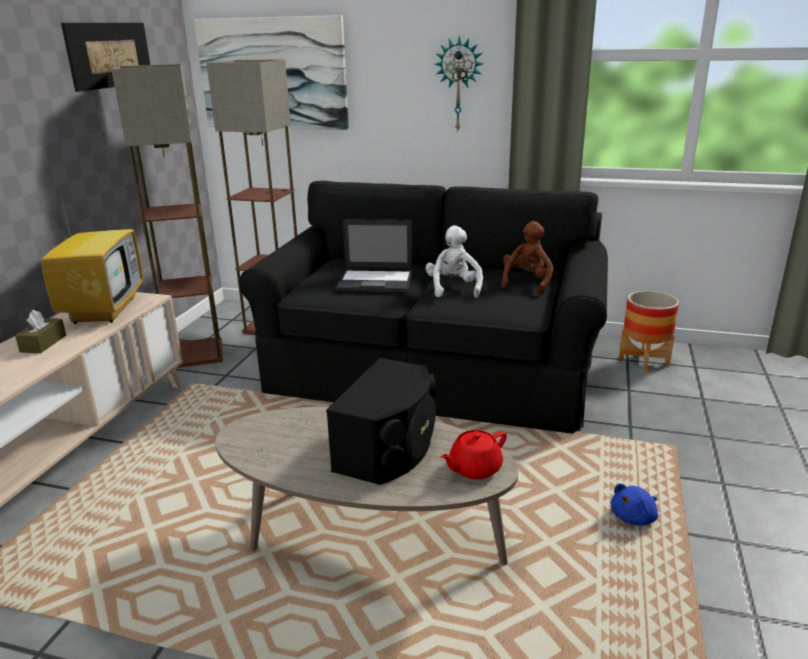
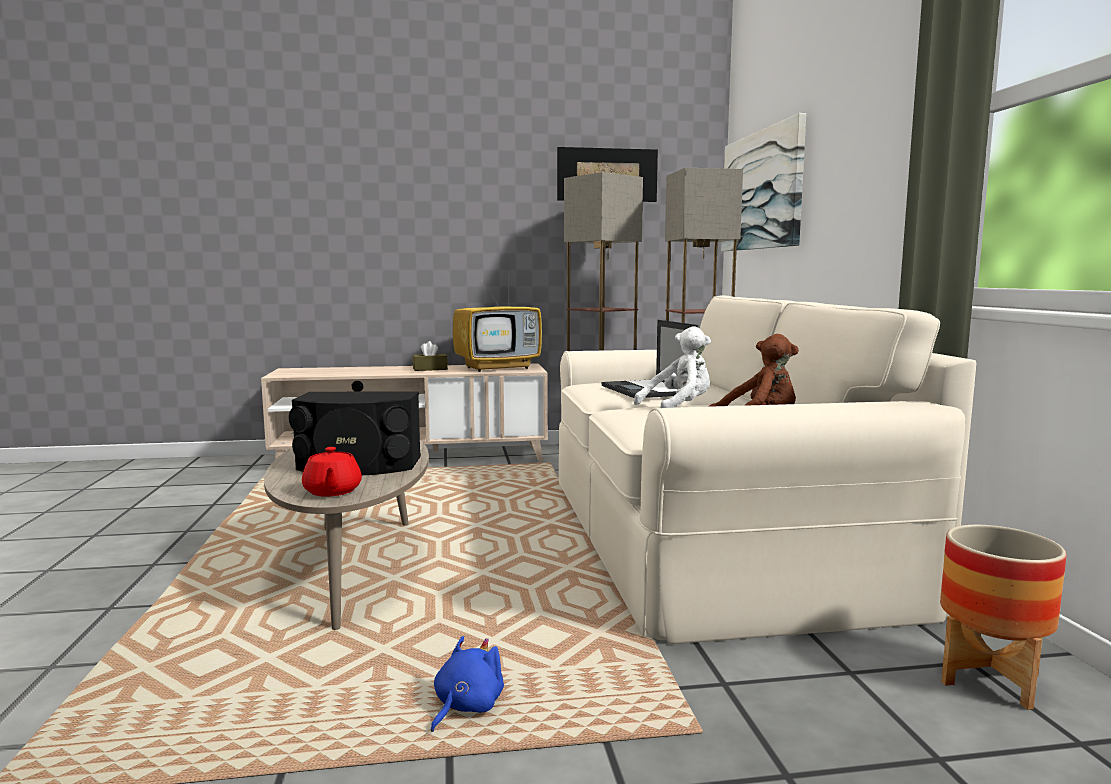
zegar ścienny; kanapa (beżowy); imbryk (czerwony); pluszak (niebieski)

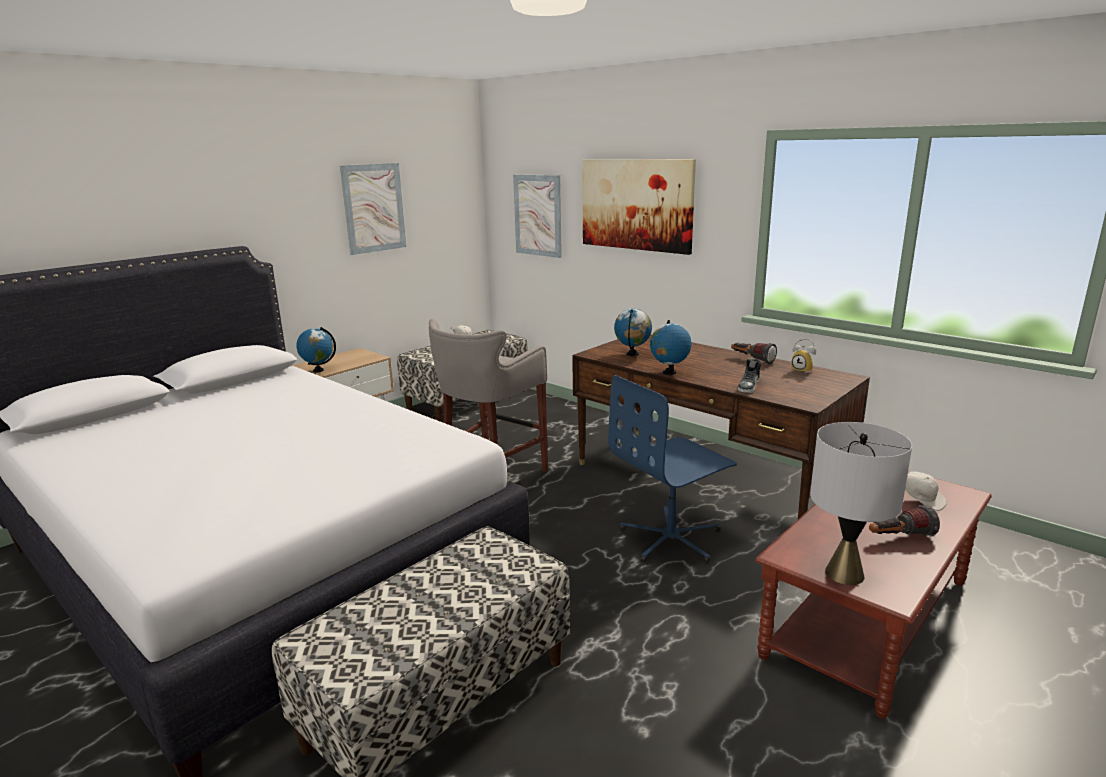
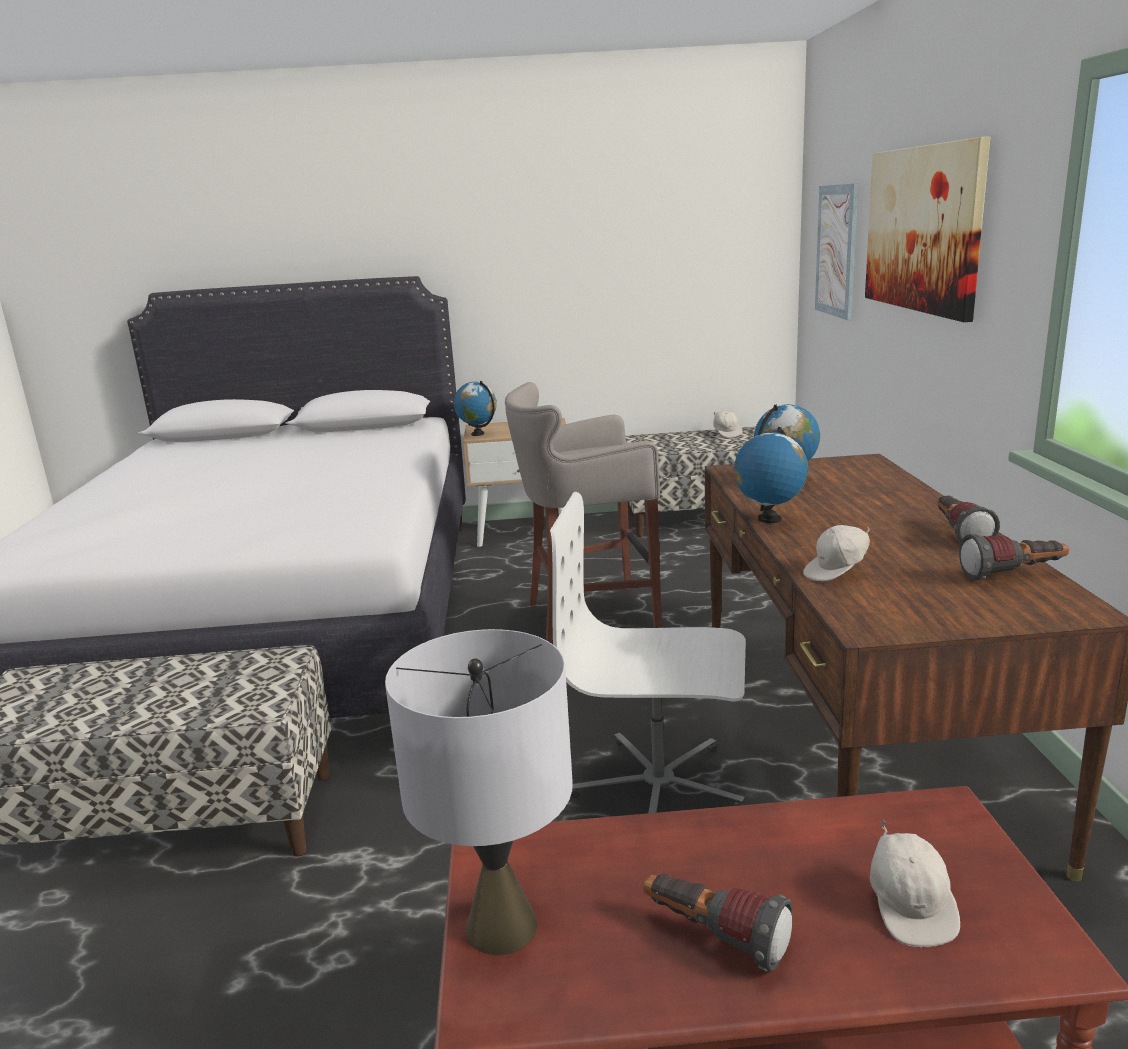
obraz (1st from left in the first image); latarka (3rd from left); czapka z daszkiem (biały) (2nd from left); krzesło biurowe (biały)

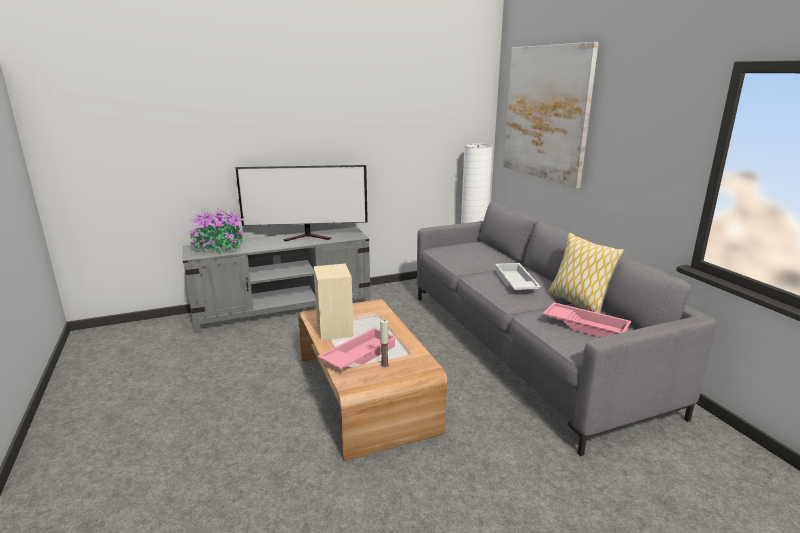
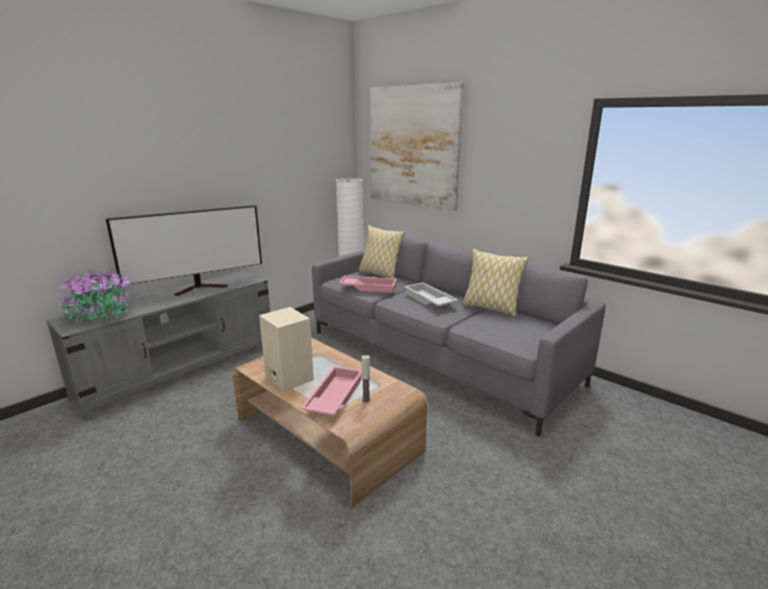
taca (różowy) (2nd from left); poduszka (1st from left)

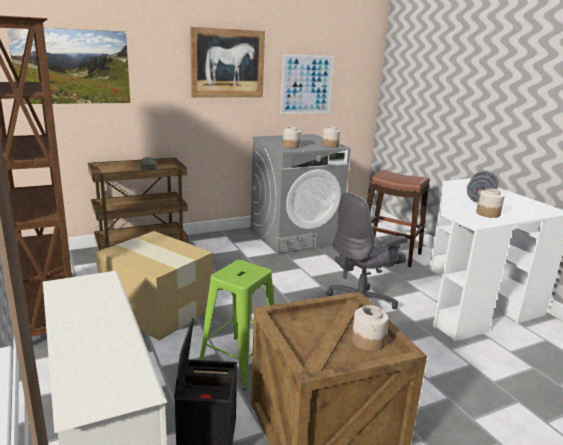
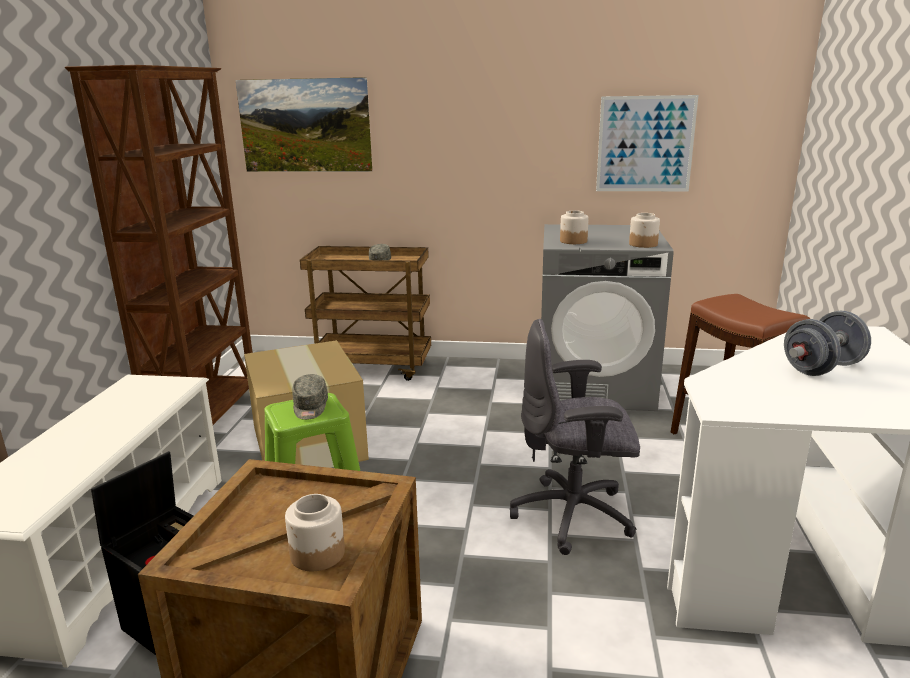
obraz (2nd from left in the first image); słoik (4th from left in the first image); czapka z daszkiem (szary) (1st from left)

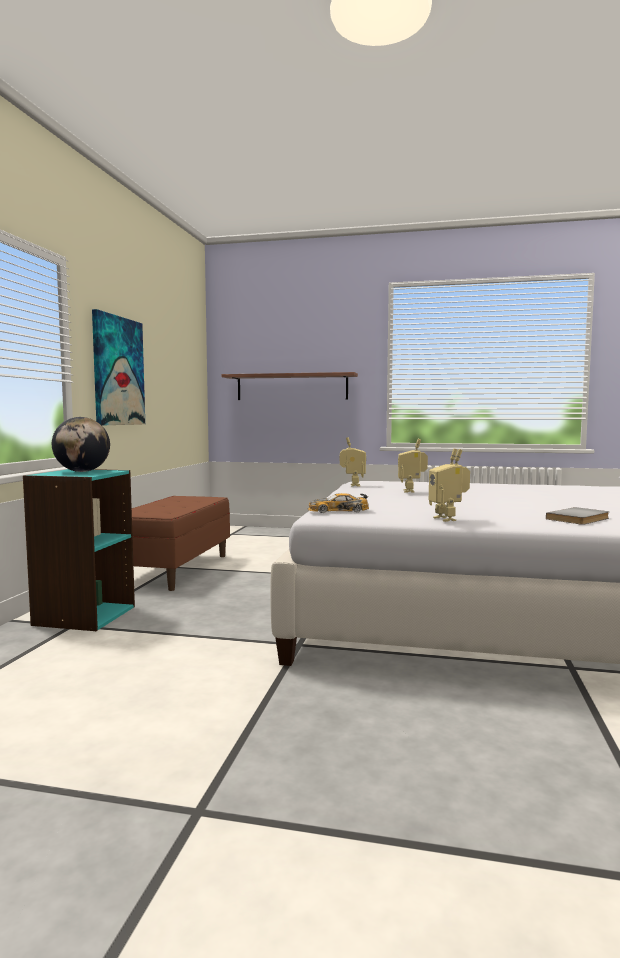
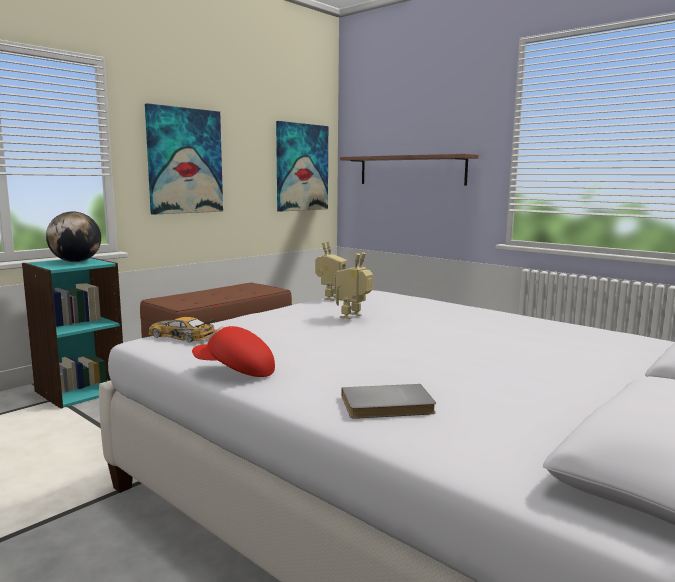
czapka z daszkiem (czerwony); obraz (2nd from left)

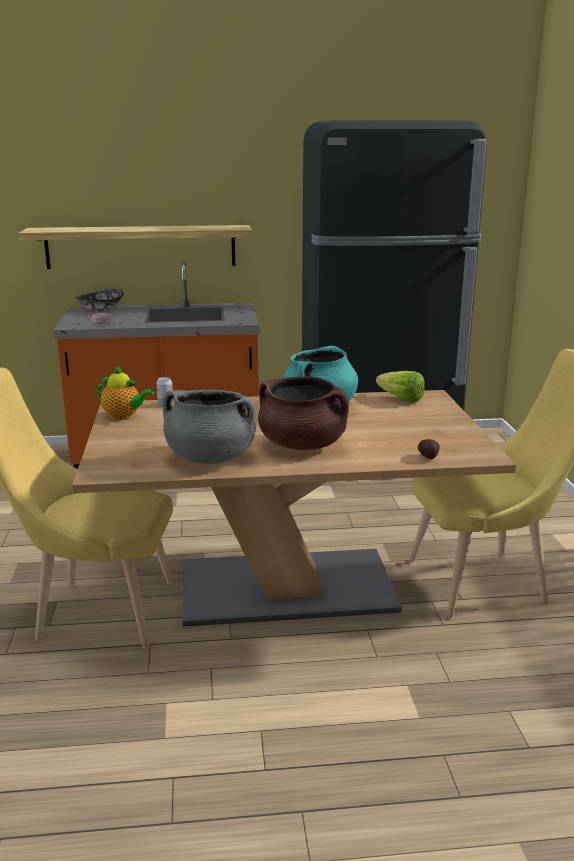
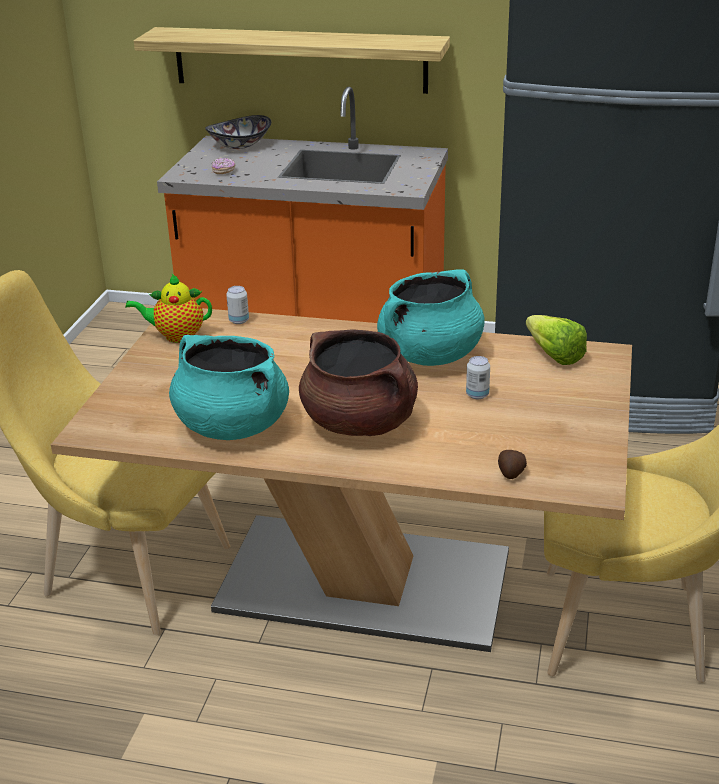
imbryk; garnek (turkusowy) (1st from left); puszka (2nd from left)

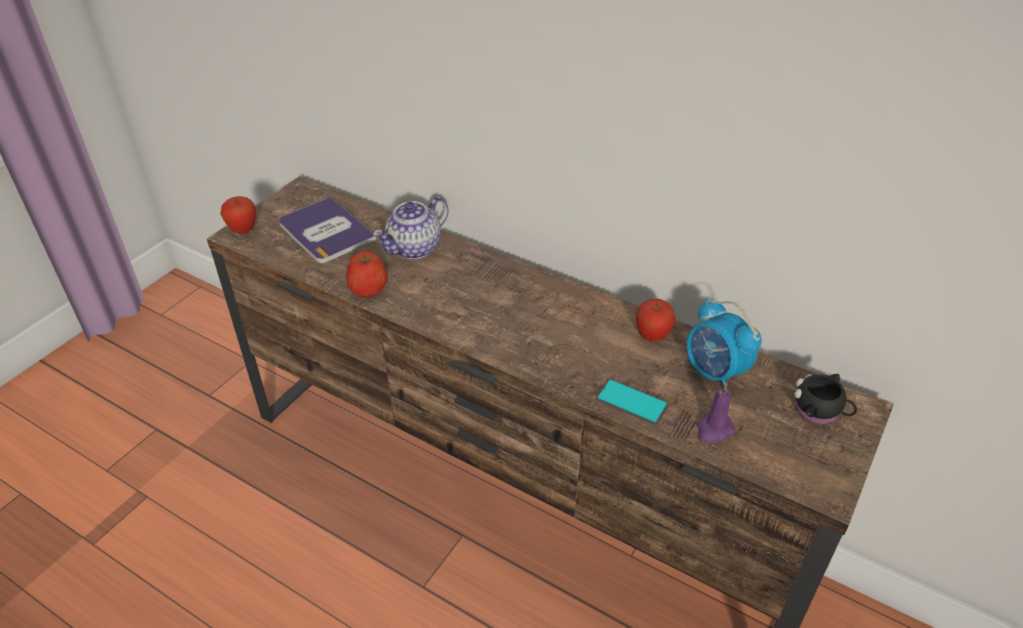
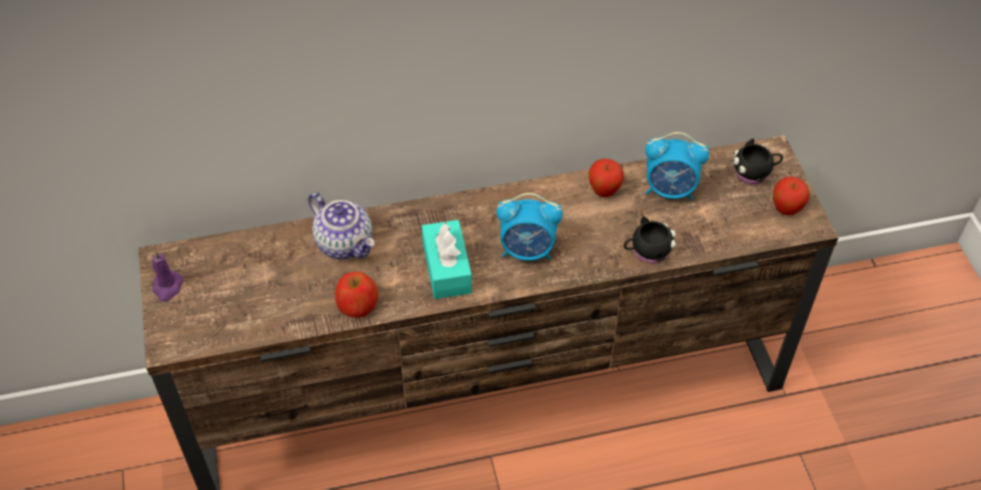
jabłko (3rd from left); książka; imbryk; kubek (czarny) (1st from left); świeca (fioletowy); budzik (1st from left); pudełko chusteczek (turkusowy)

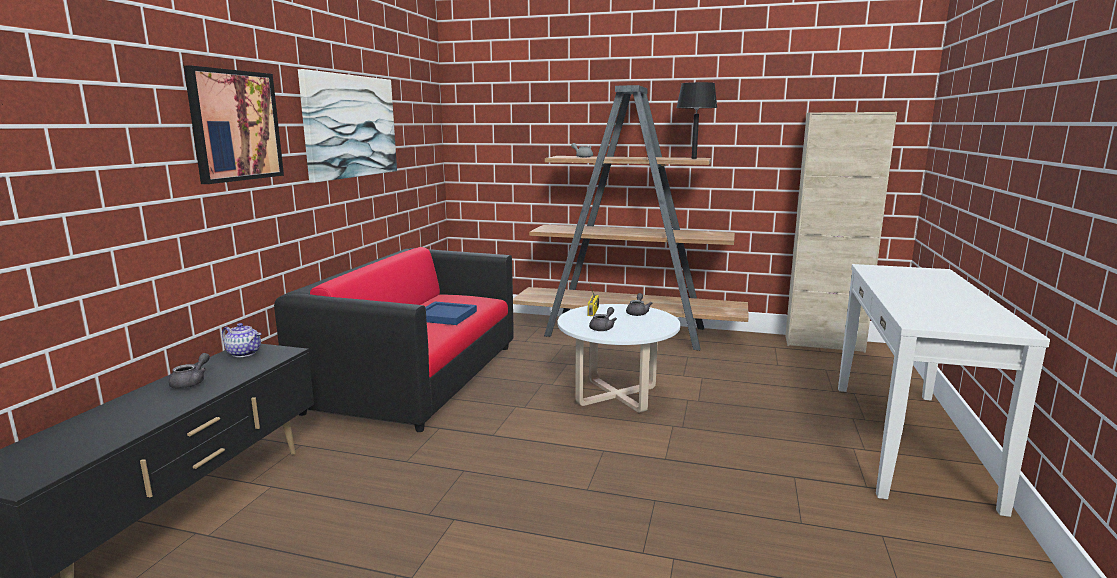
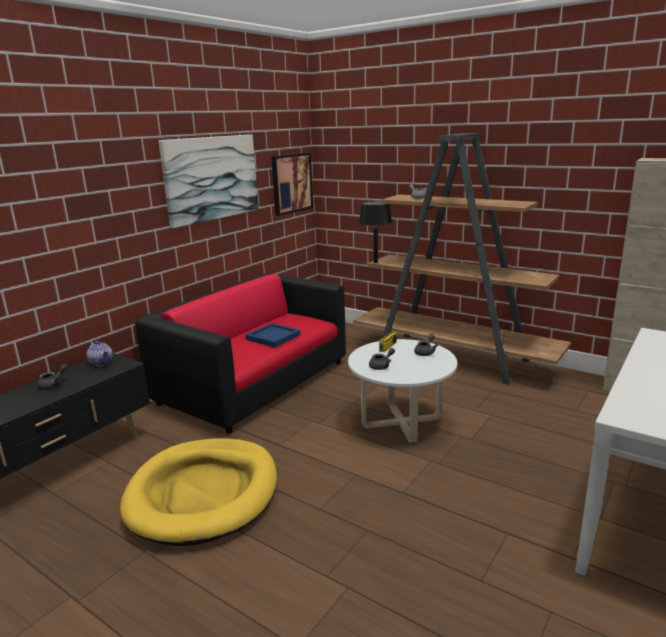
obraz (2nd from left); lampa stołowa (czarny); legowisko (żółty)

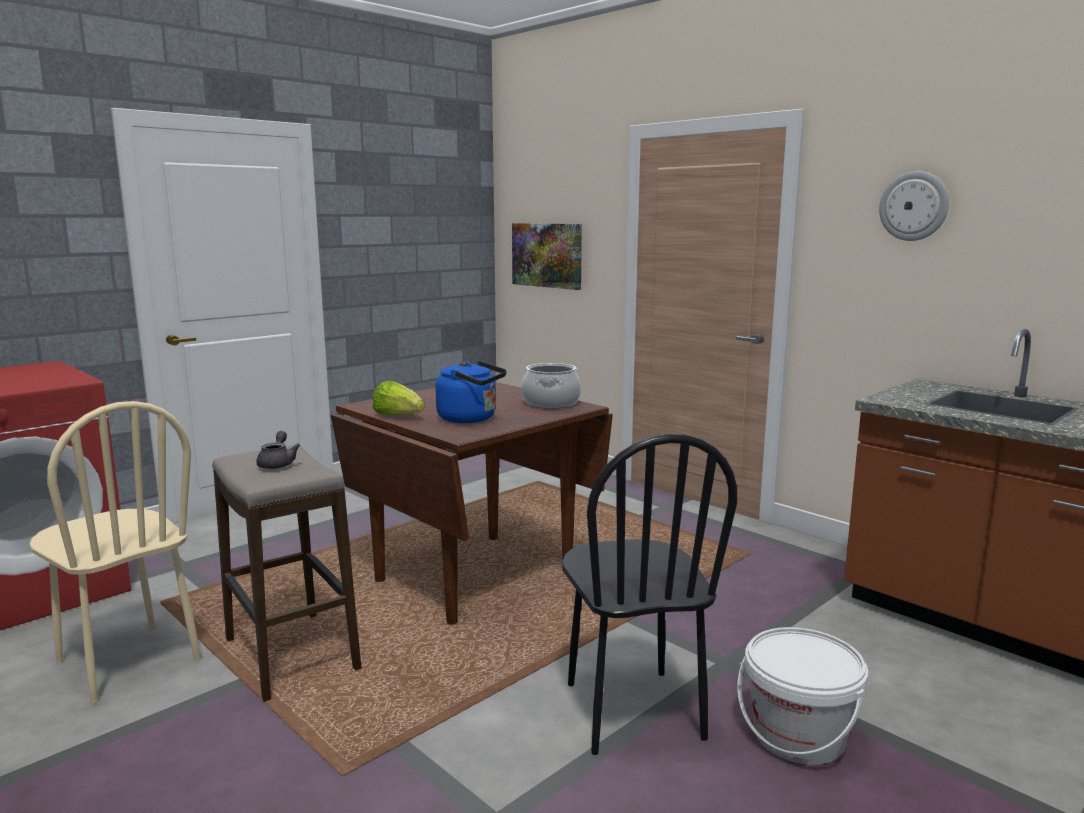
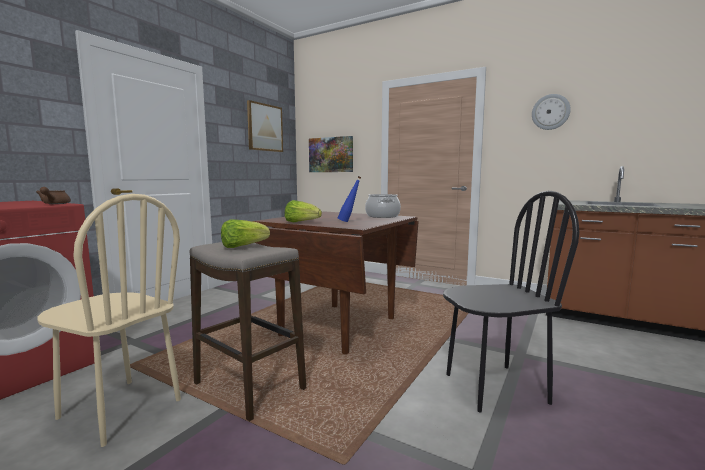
butelka (niebieski); sałata (1st from left); krzesło (czarny); wiadro (biały); obraz (1st from left); imbryk (brązowy)

